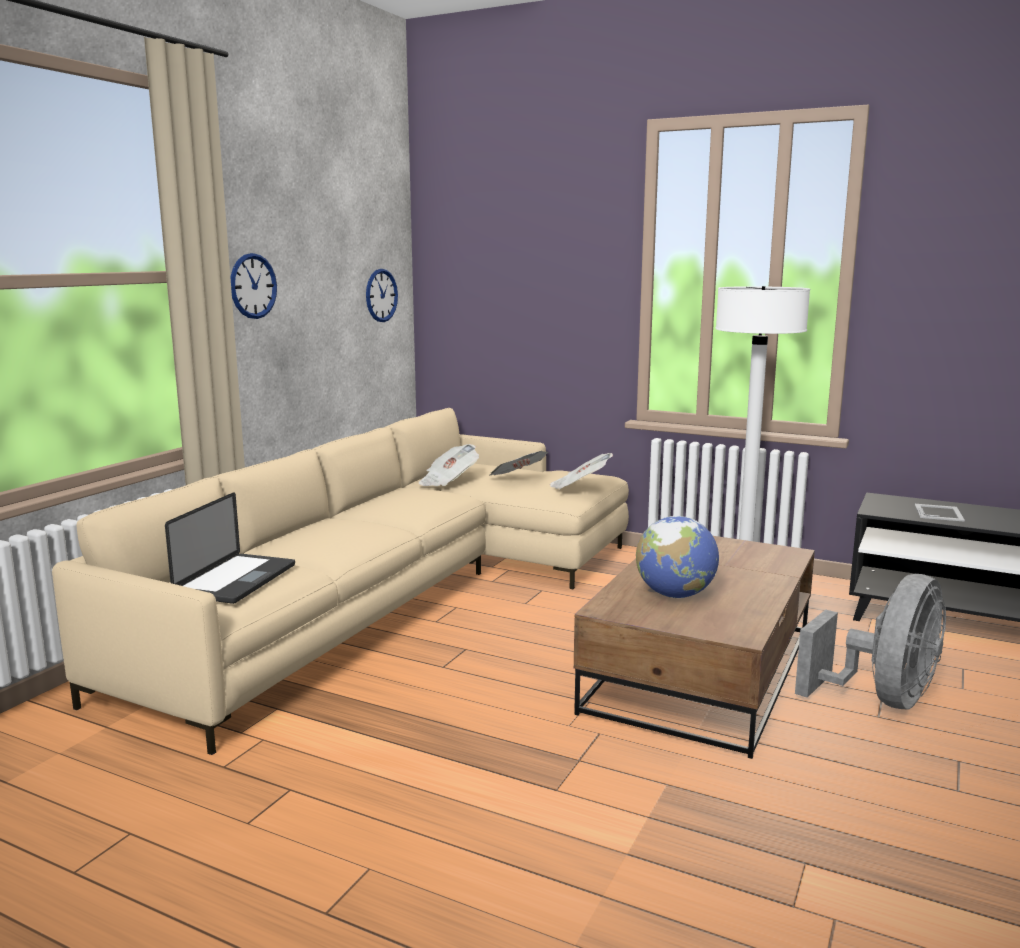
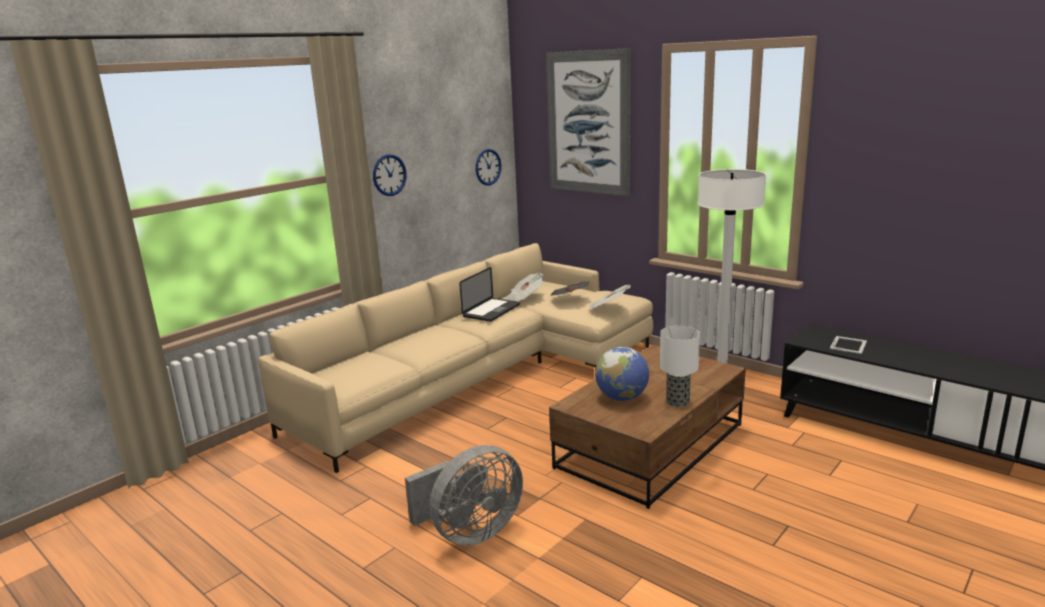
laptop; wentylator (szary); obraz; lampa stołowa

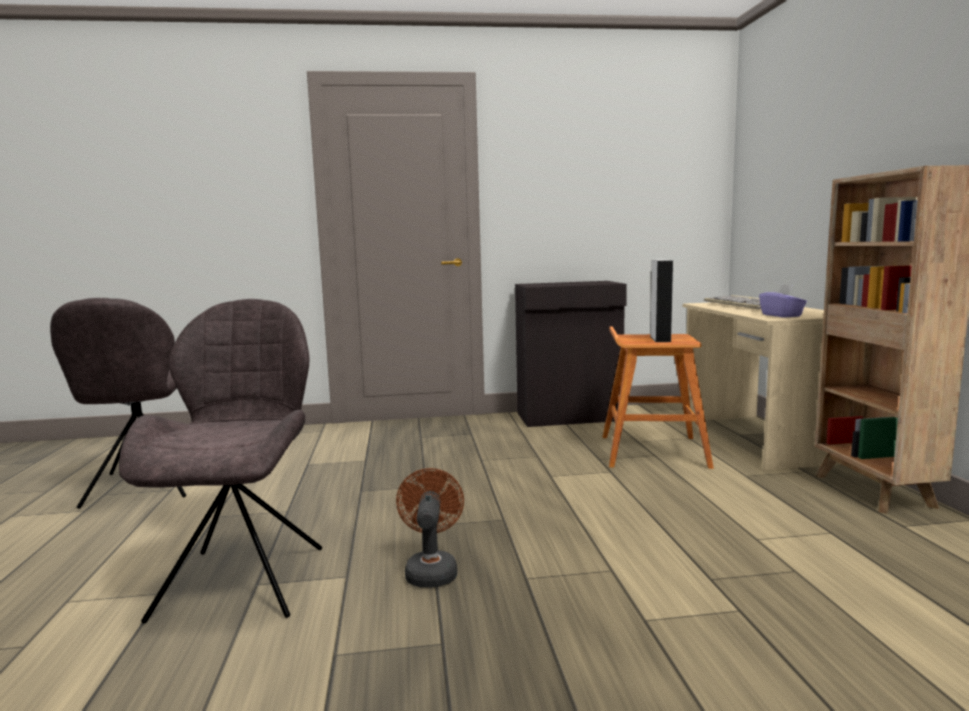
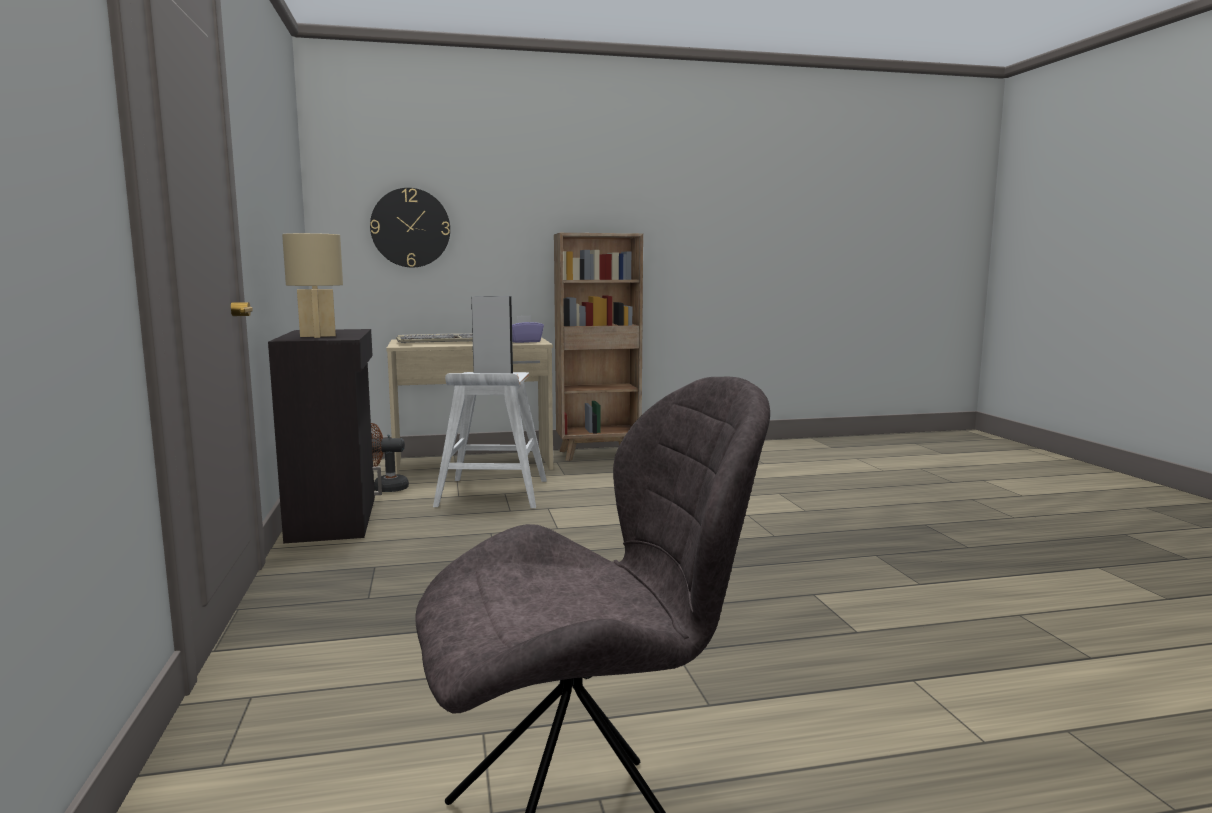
krzesło (szary) (2nd from left in the first image); stołek (biały); wentylator (brązowy); zegar ścienny; lampa stołowa (beżowy)

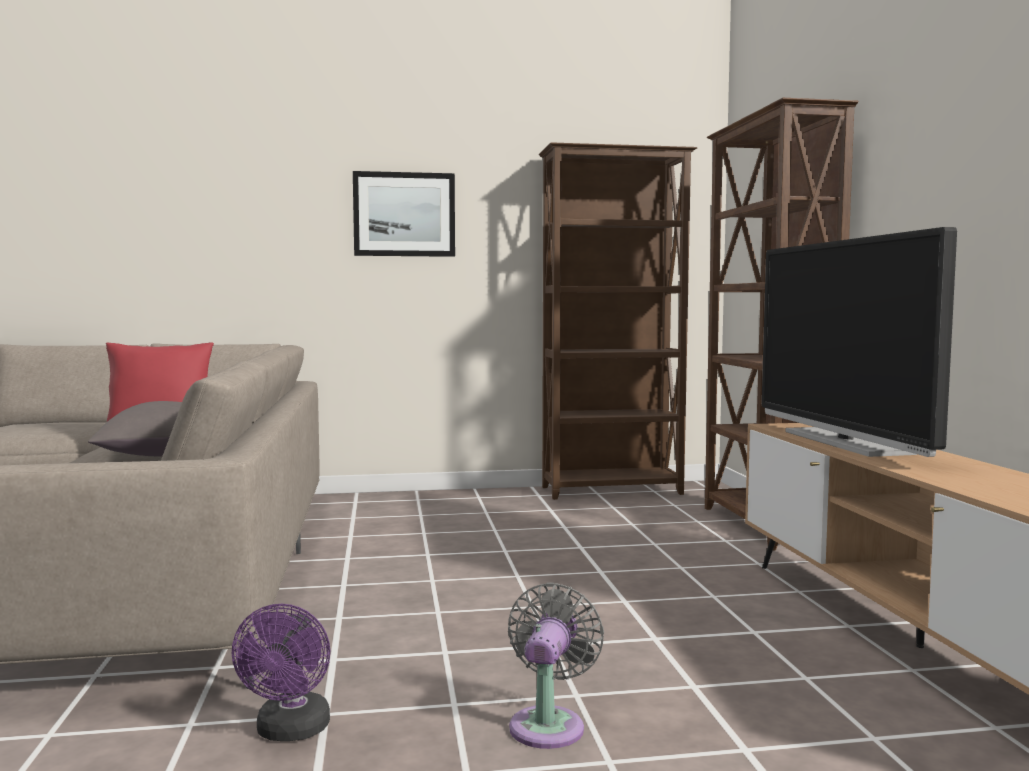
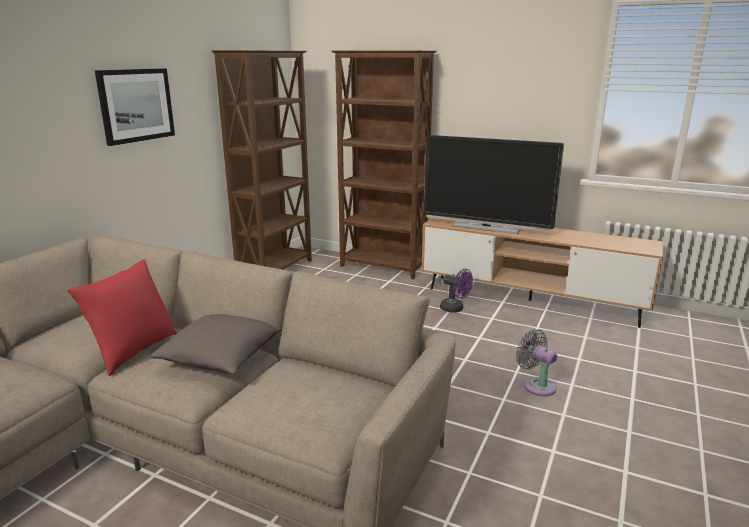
wentylator (fioletowy)

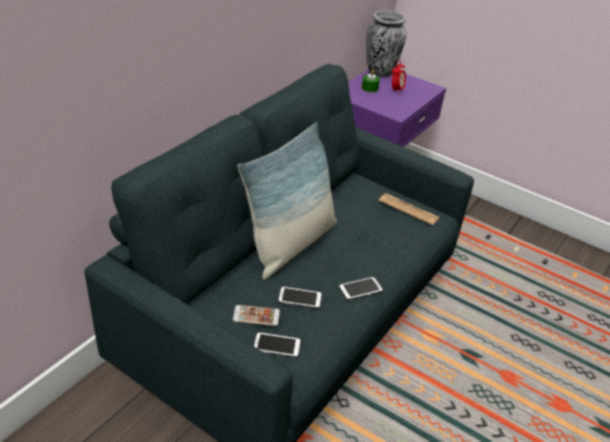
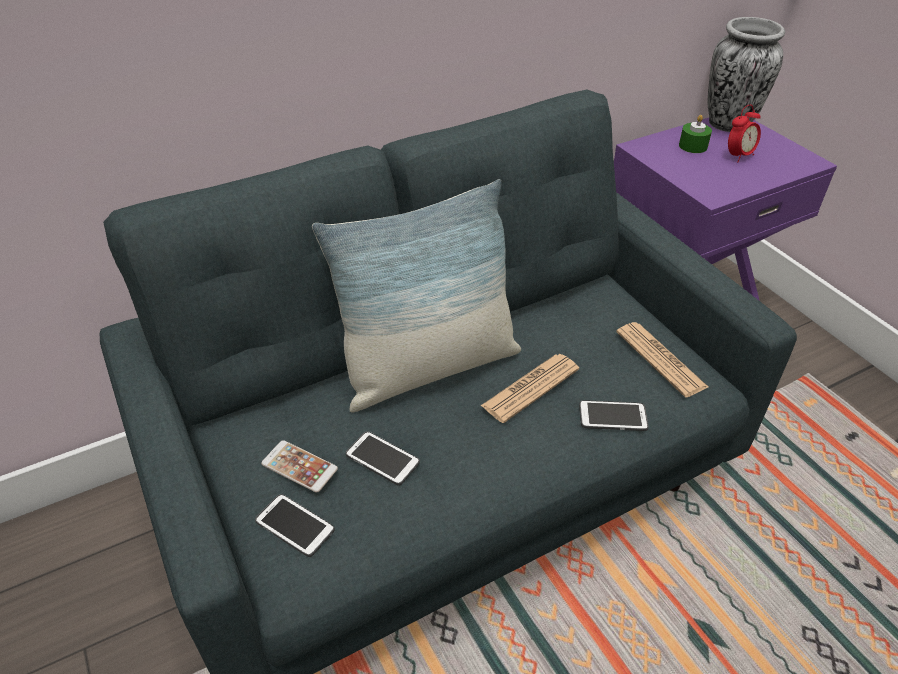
telefon (4th from left); gazeta (1st from left)

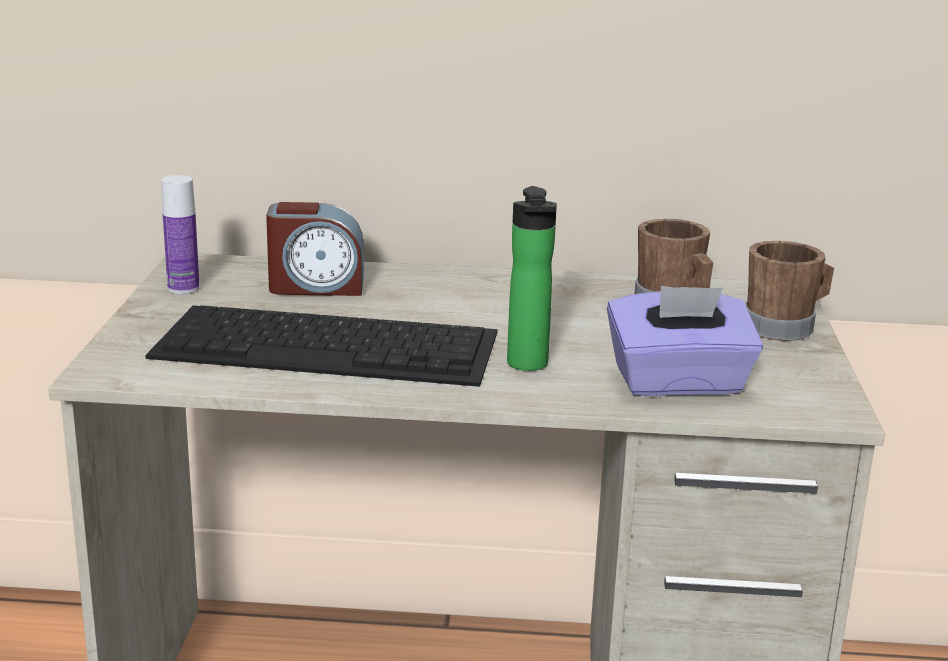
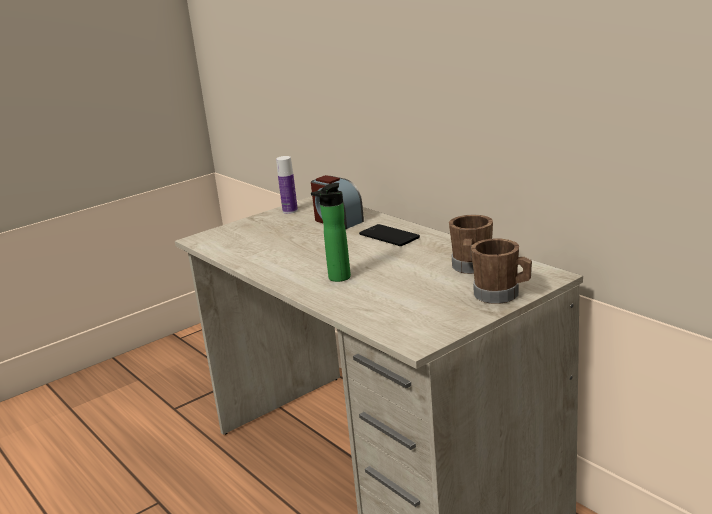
pudełko chusteczek (fioletowy); klawiatura; telefon

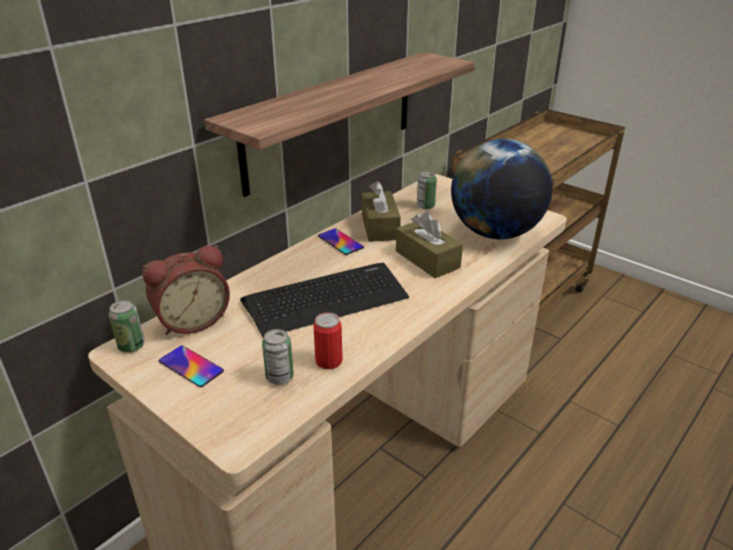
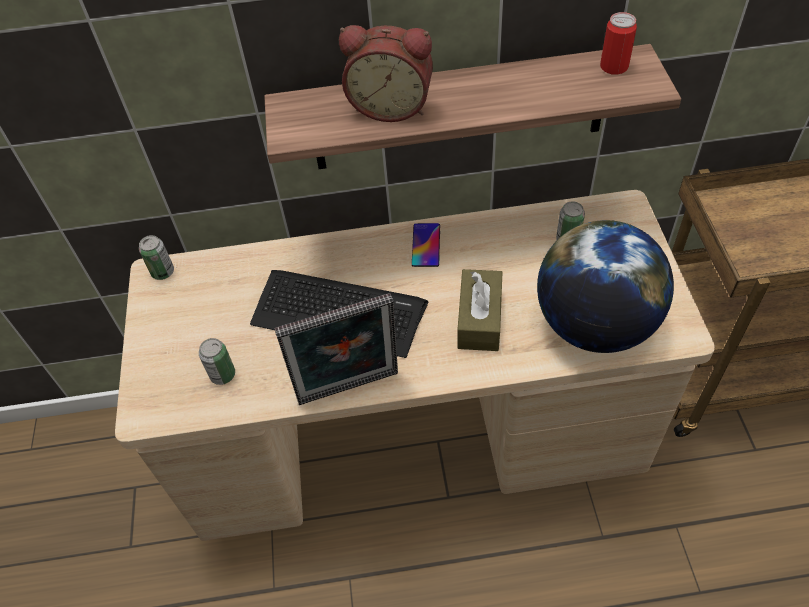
pudełko chusteczek (brązowy) (1st from left in the first image); budzik; puszka (4th from left); telefon (1st from left in the first image); ramka na zdjęcie

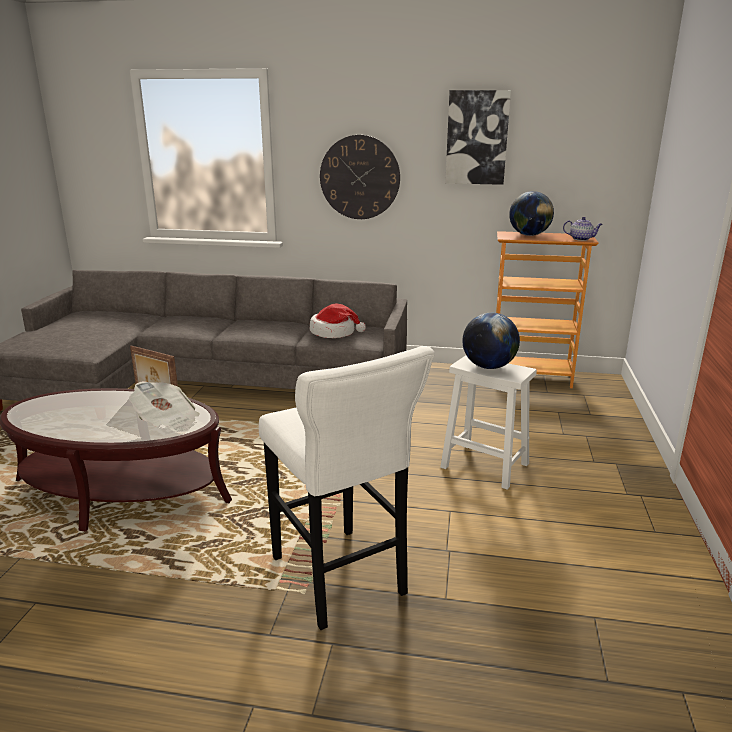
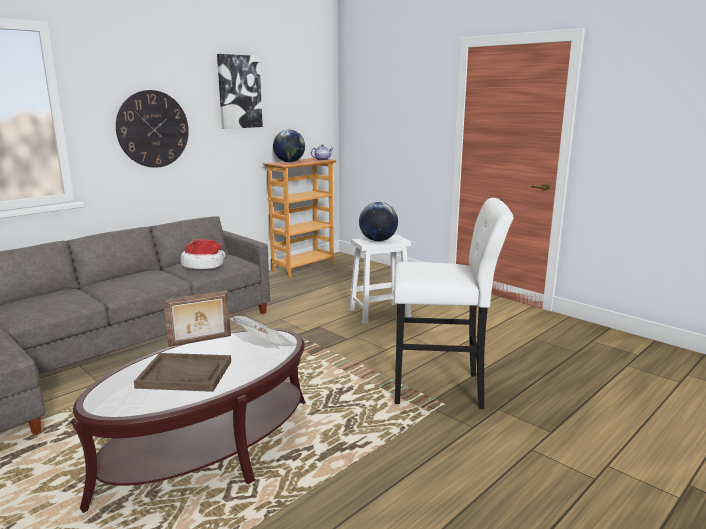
taca (brązowy)

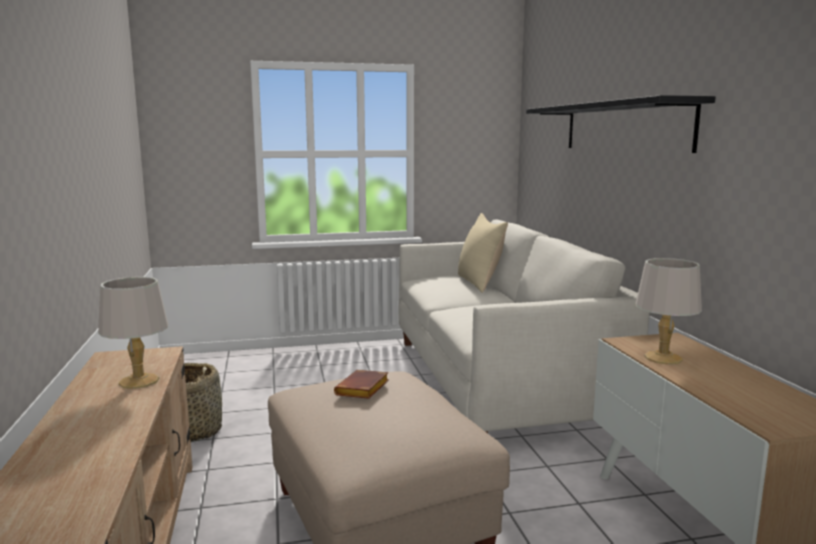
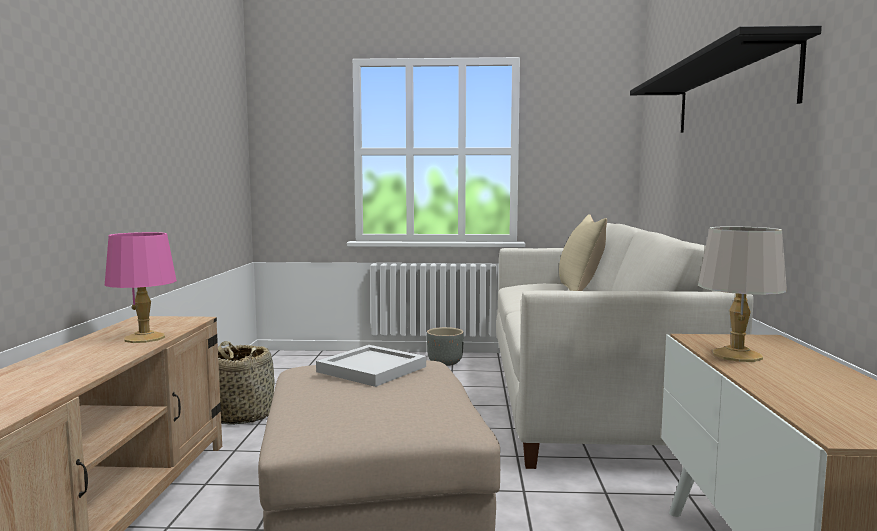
lampa stołowa (różowy); taca (biały); donica (szary)

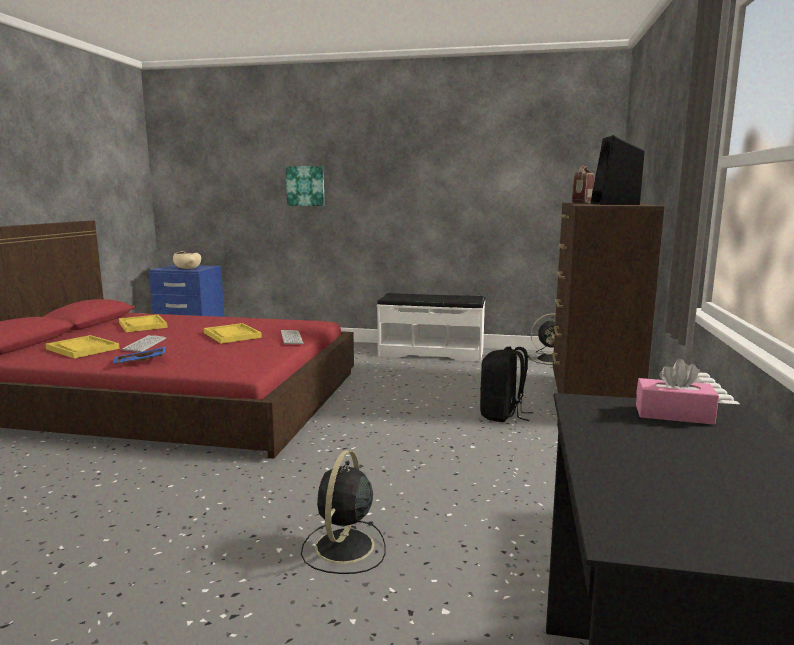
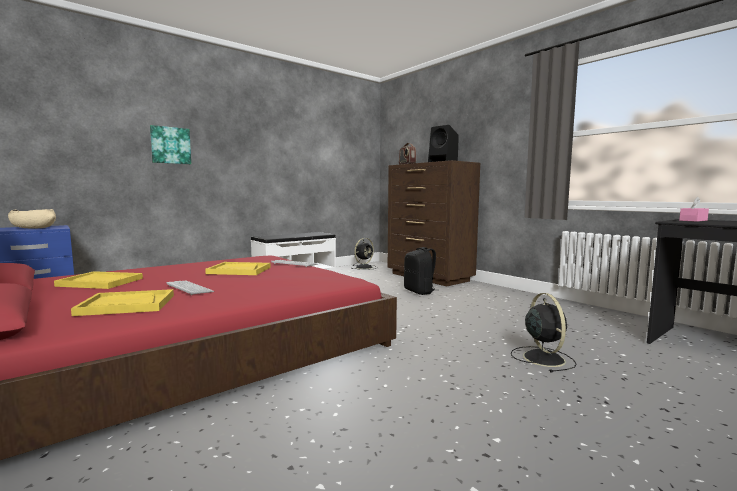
taca (niebieski); wentylator (czarny) (2nd from left)

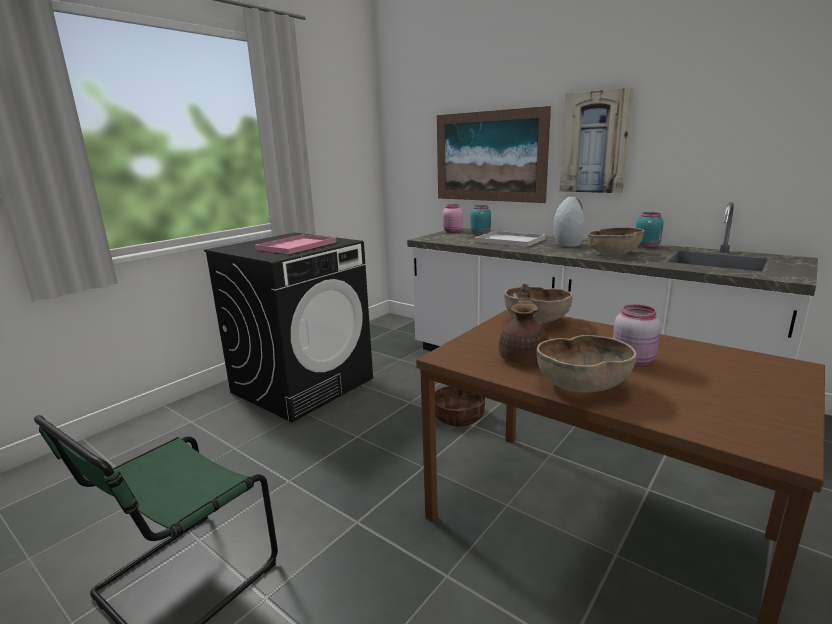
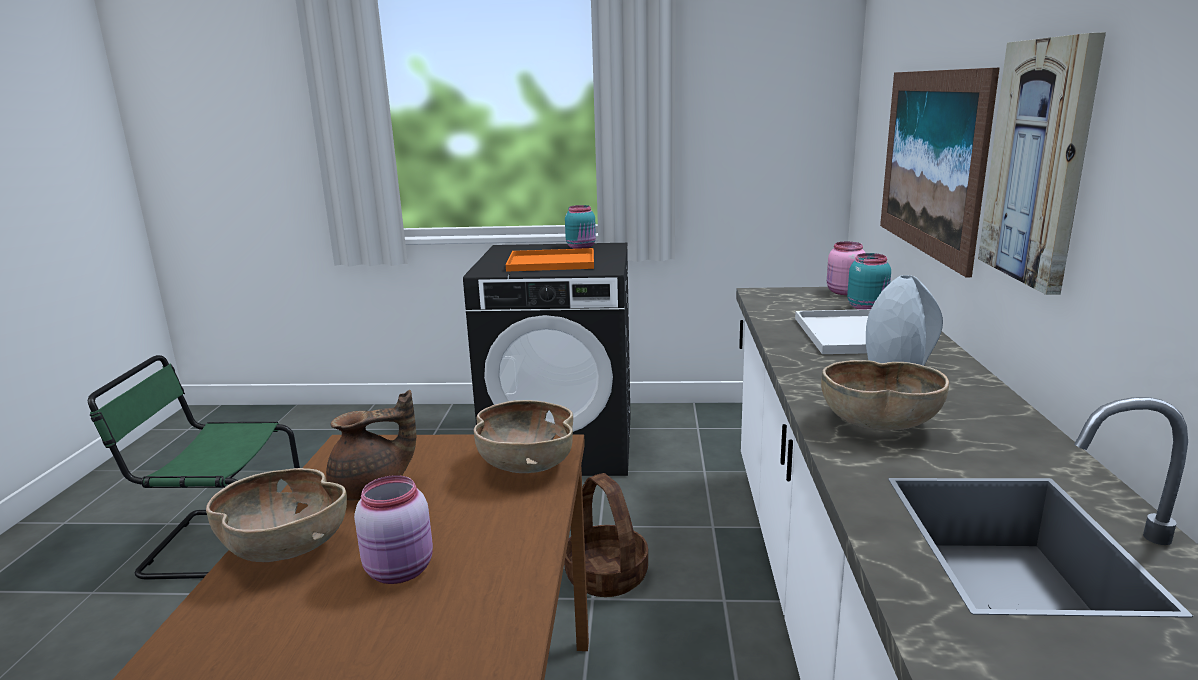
słoik (turkusowy) (1st from left); taca (pomarańczowy)

